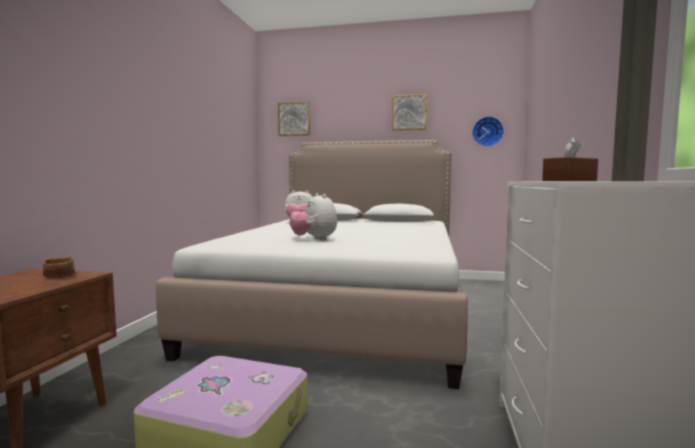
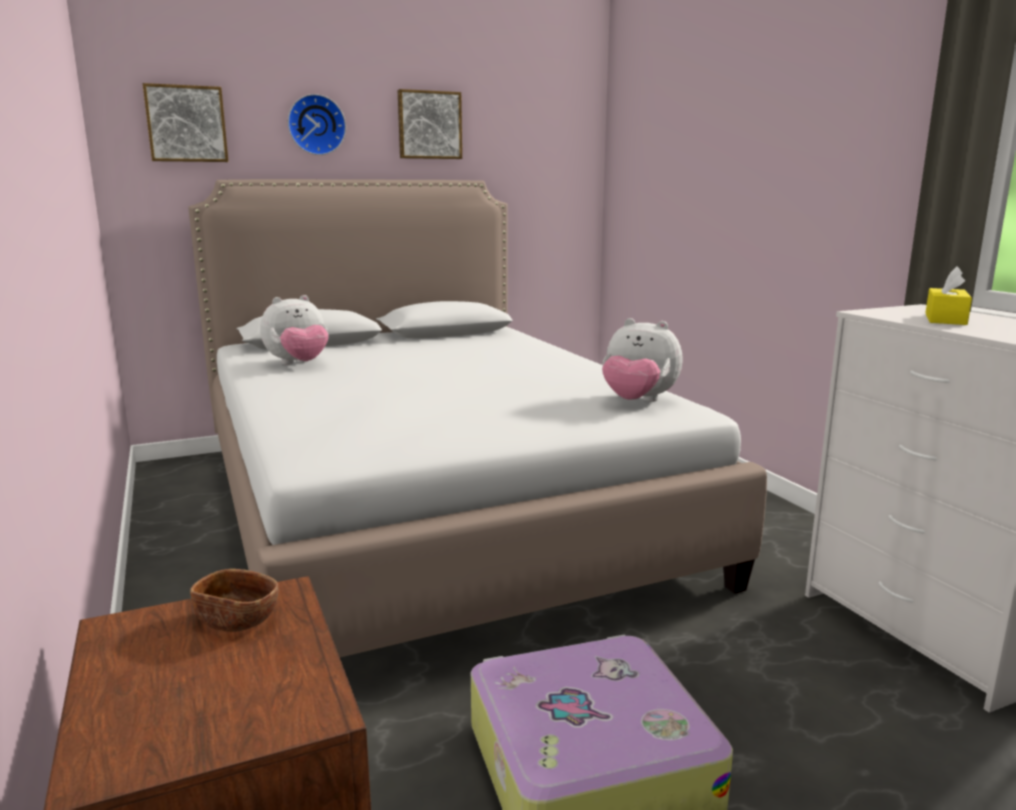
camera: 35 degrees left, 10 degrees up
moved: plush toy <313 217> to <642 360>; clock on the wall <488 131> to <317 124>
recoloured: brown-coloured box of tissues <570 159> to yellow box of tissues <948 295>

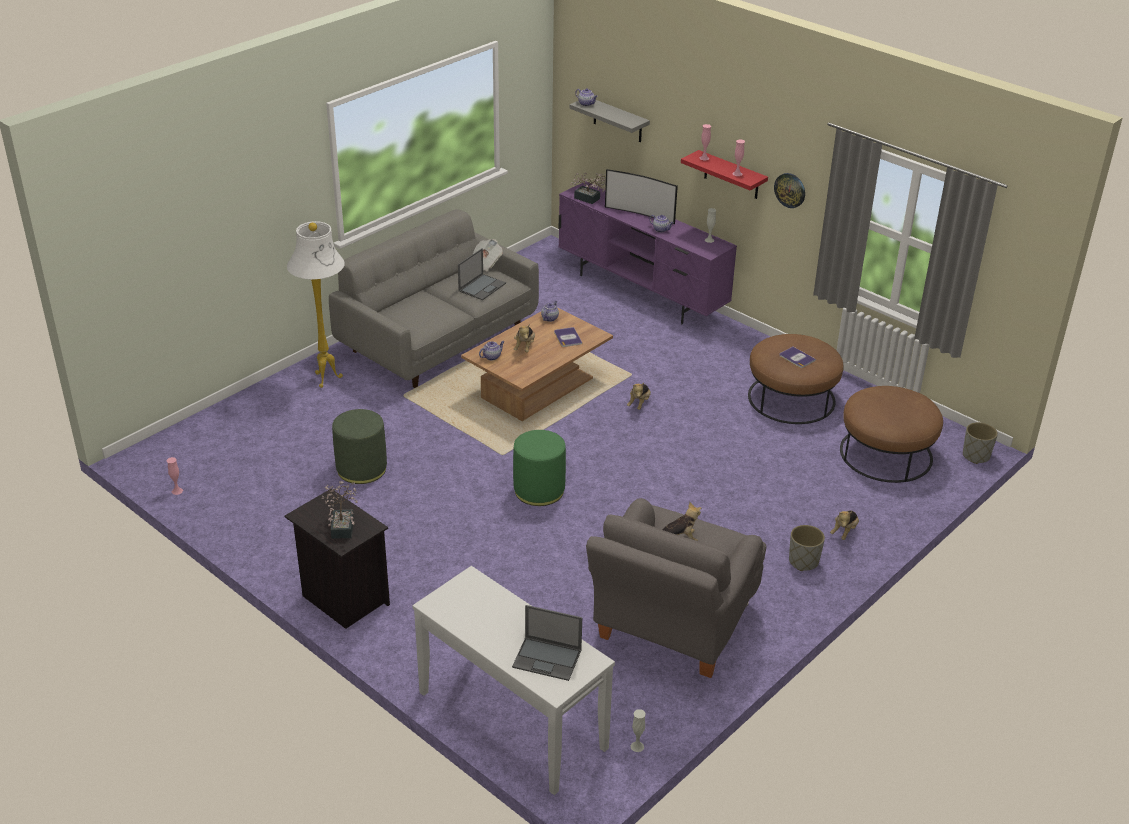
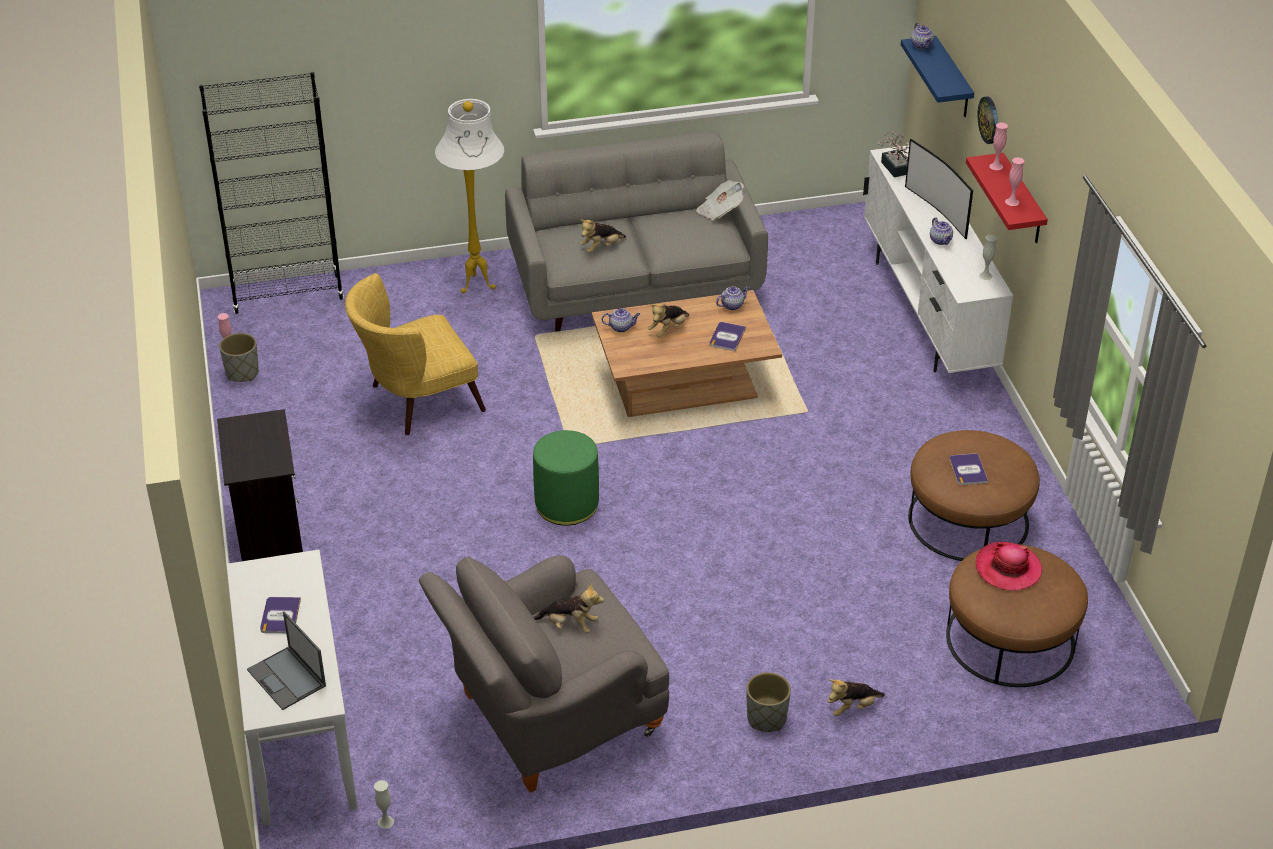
camera: 35 degrees right, 5 degrees up
removed: potted plant <340 510>; laptop <482 274>
added: black-coloured shelving unit <271 193>; bound book <280 615>; hat <1009 566>
moved: plush toy <639 396> to <603 236>; clock on the wall <789 190> to <988 120>; grey planter <980 443> to <239 357>
replaced: green-coloured footrest <359 446> to yellow easy chair <415 354>
recoloured: purple tv stand <648 252> to whitish tv stand <938 259>; grey shelf <609 121> to blue-coloured shelf <937 76>

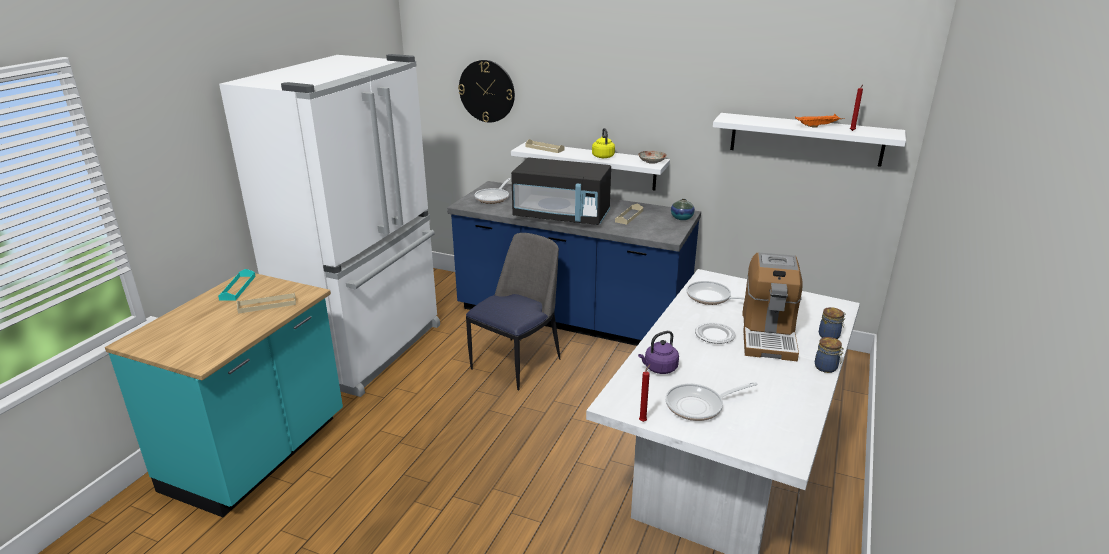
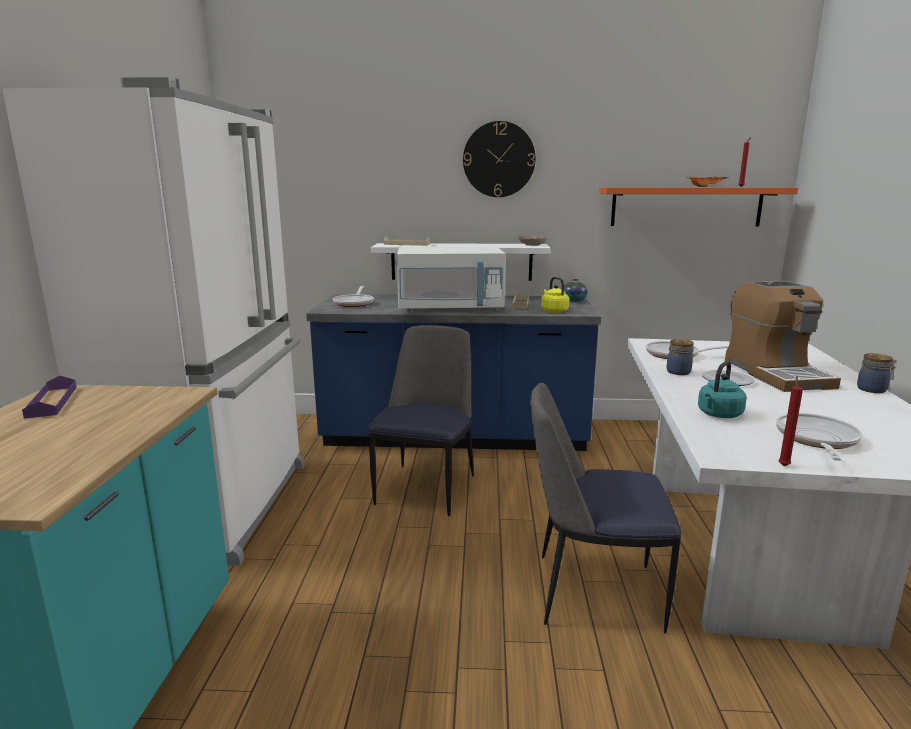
camera: 20 degrees left, 10 degrees down
removed: sand-coloured serving tray <266 303>
added: upright chair <606 508>
moved: clock on the wall <486 91> to <499 159>; yellow tea kettle <603 143> to <555 295>; preserve jar <832 323> to <680 357>
recoloured: turquoise-coloured serving tray <237 284> to purple serving tray <49 397>; black-coloured microwave oven <561 191> to whitish microwave oven <451 279>; purple tea kettle <658 352> to turquoise-coloured tea kettle <722 389>; whitish shelf <809 140> to orangey shelf <698 207>
turned: skillet <712 401> = <819 437> 150 degrees clockwise

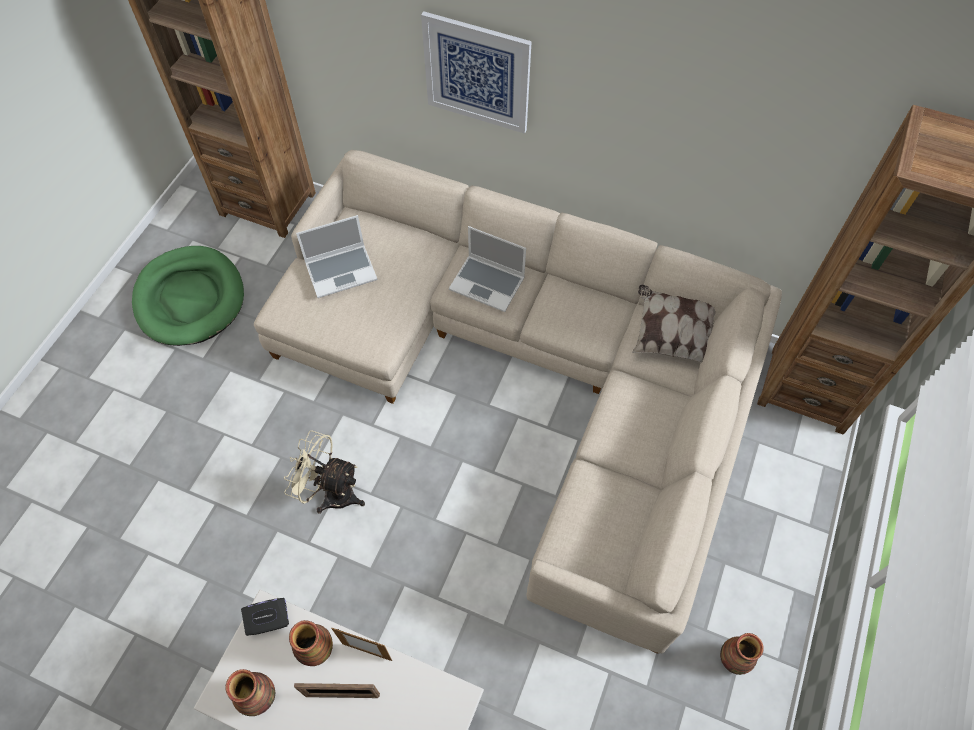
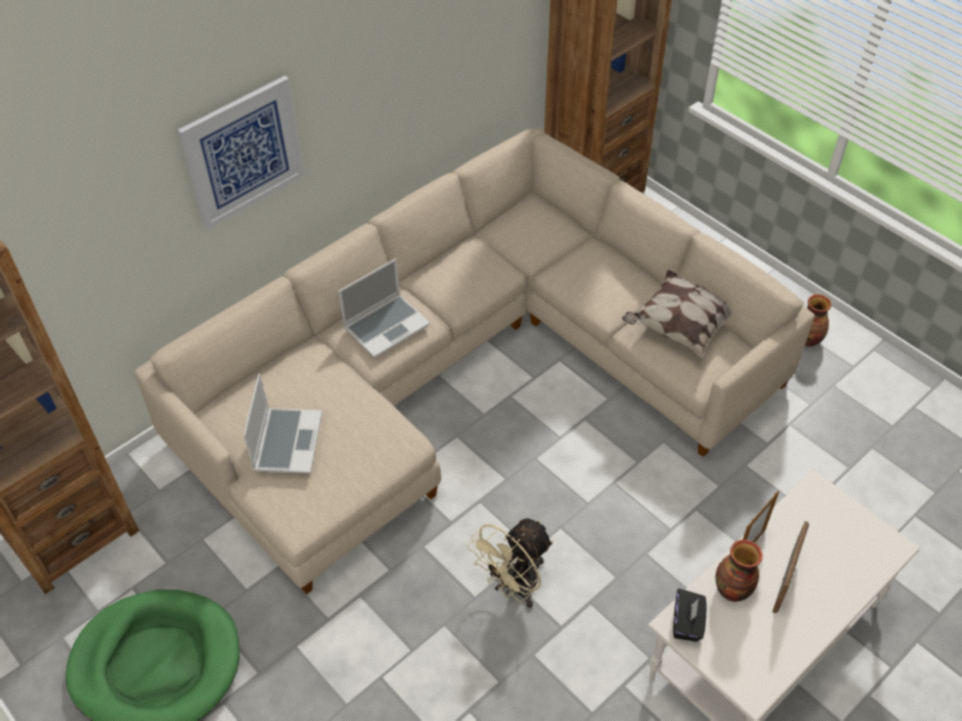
camera: 65 degrees left, 10 degrees down
removed: vase <250 692>
moved: pillow <674 323> to <676 314>

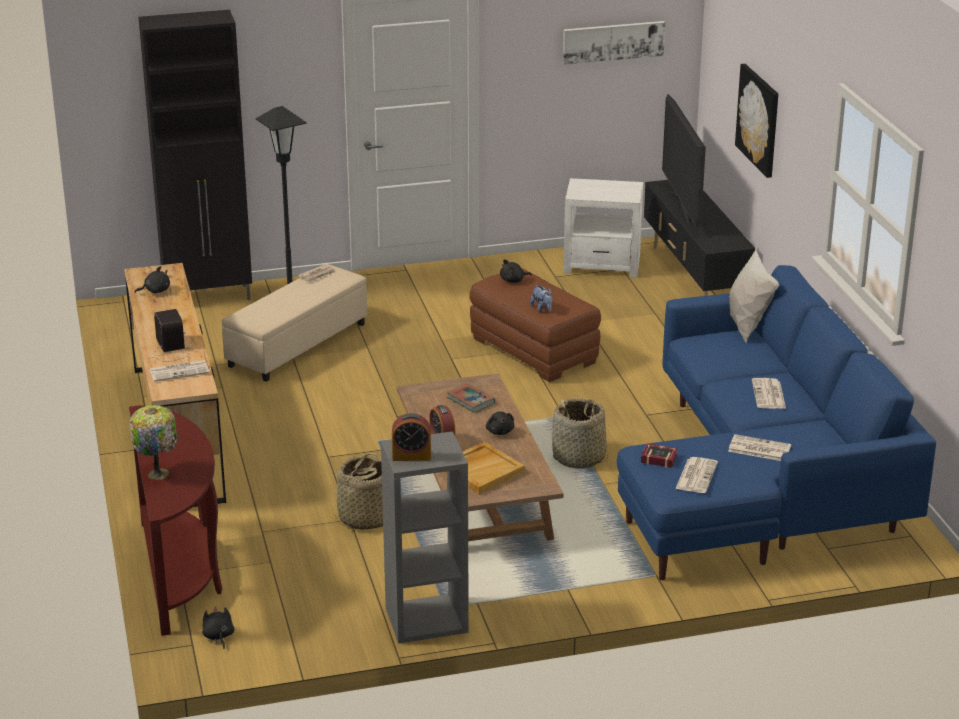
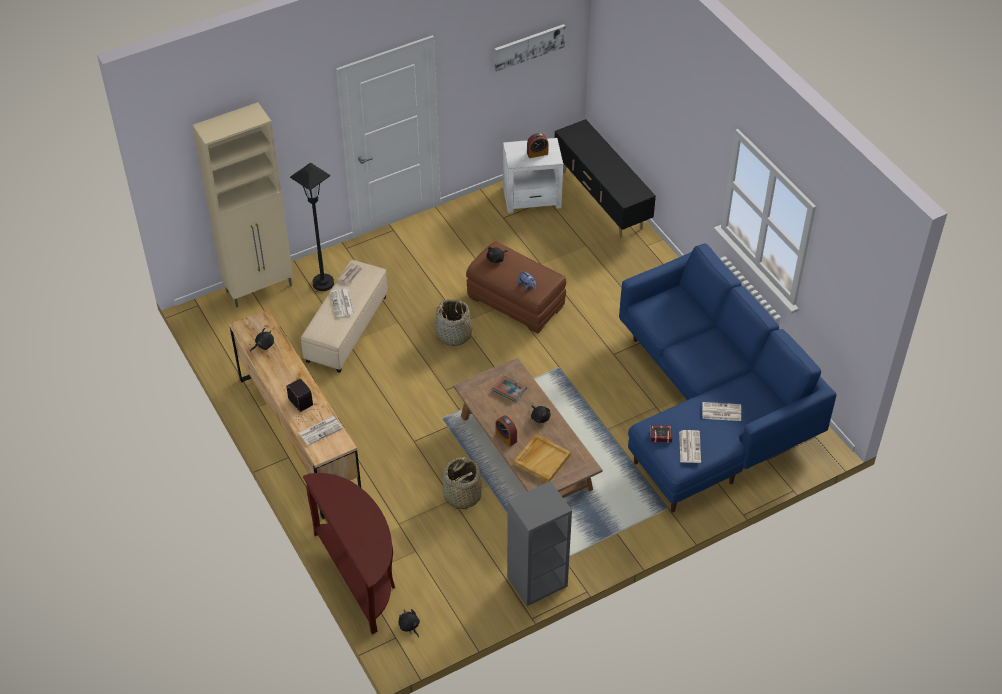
camera: 15 degrees left, 20 degrees up
removed: tabletop lamp <154 442>; TV set <684 160>; whitish pillow <754 295>; wall art <756 121>
moved: table clock <411 437> to <538 145>; household basket <580 433> to <455 322>; printed paper <769 393> to <342 303>
recoloured: black-coloured cupboard <195 155> to sand-coloured cupboard <242 204>

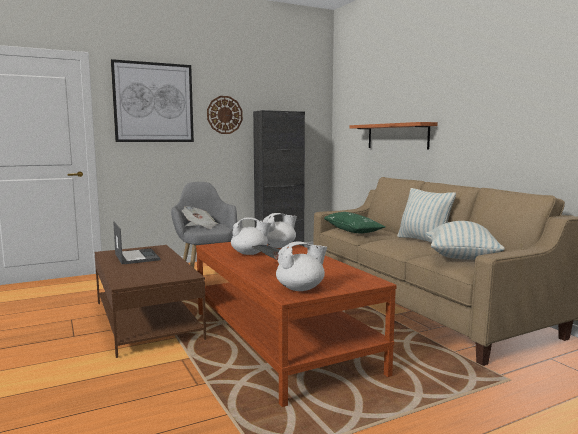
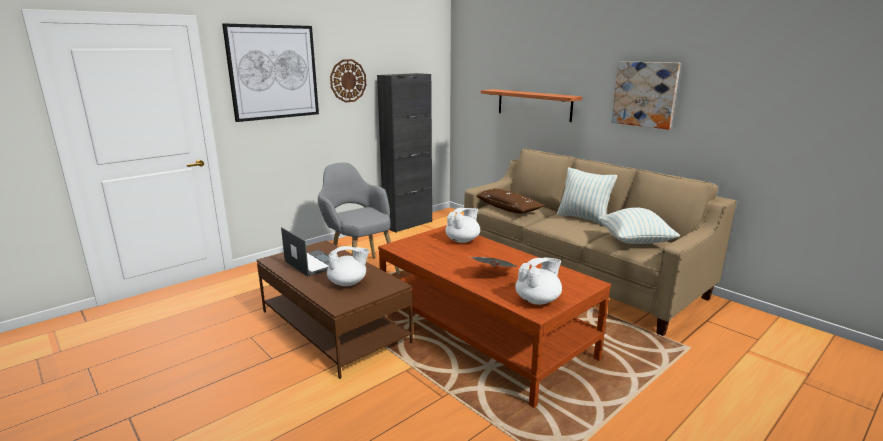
camera: 15 degrees left, 10 degrees up
removed: printed paper <199 217>
added: wall art <646 95>
moved: whitish tea pot <251 236> to <348 266>
recoloured: green-coloured pillow <354 222> to brown-coloured pillow <511 201>

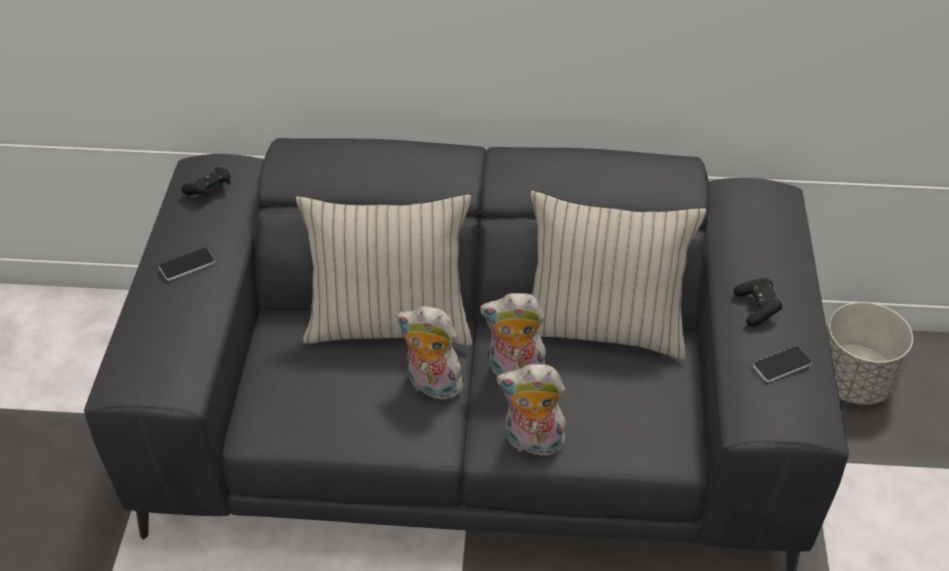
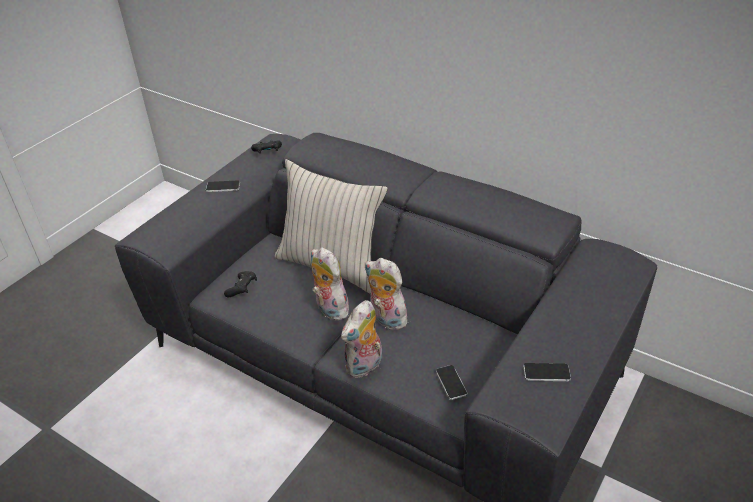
camera: 30 degrees right, 5 degrees down
removed: sand-coloured pillow <619 275>; grey planter <870 353>
added: phone <451 382>
moved: black-coloured game controller <758 302> to <240 284>
turned: plush toy <531 410> = <361 339> 90 degrees counterclockwise

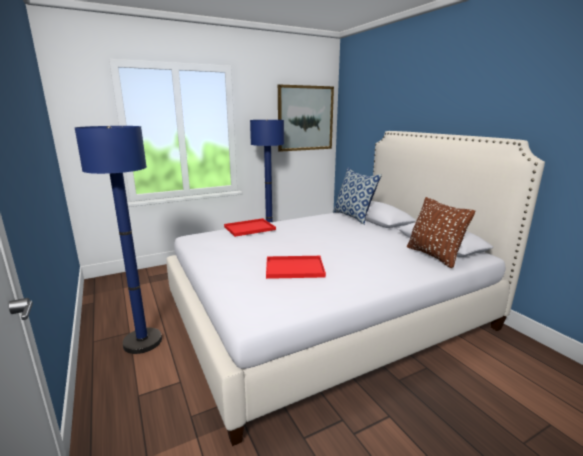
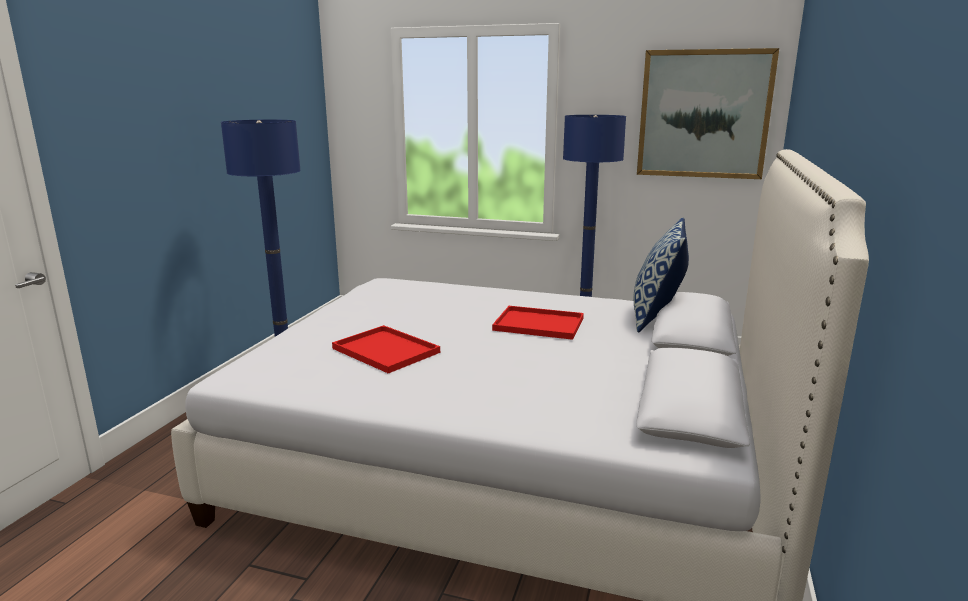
camera: 45 degrees right, 0 degrees up
removed: brown-coloured pillow <441 232>
moved: reddish serving tray <250 227> to <538 323>

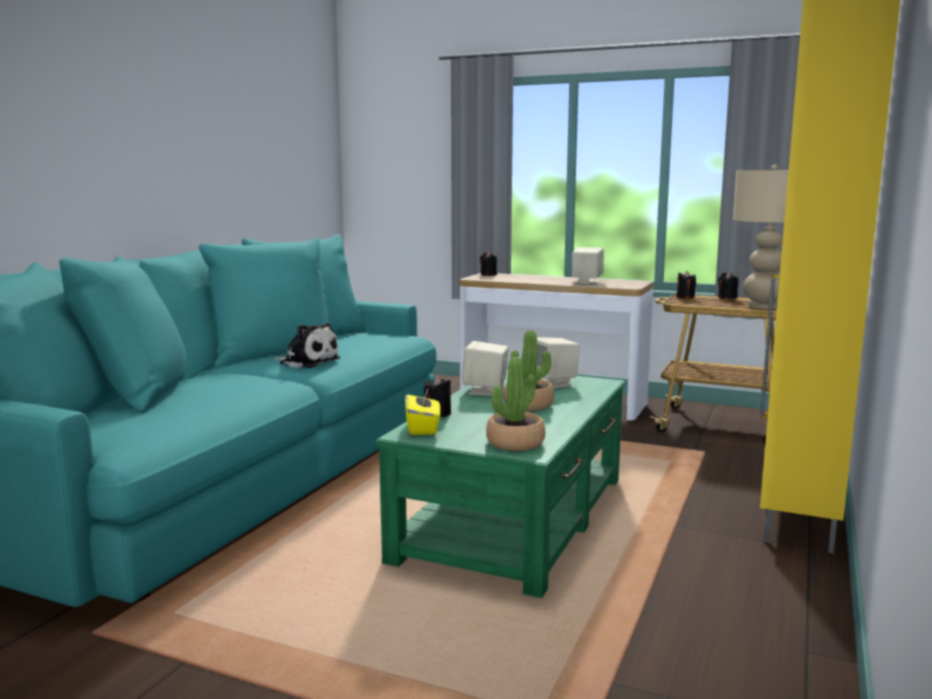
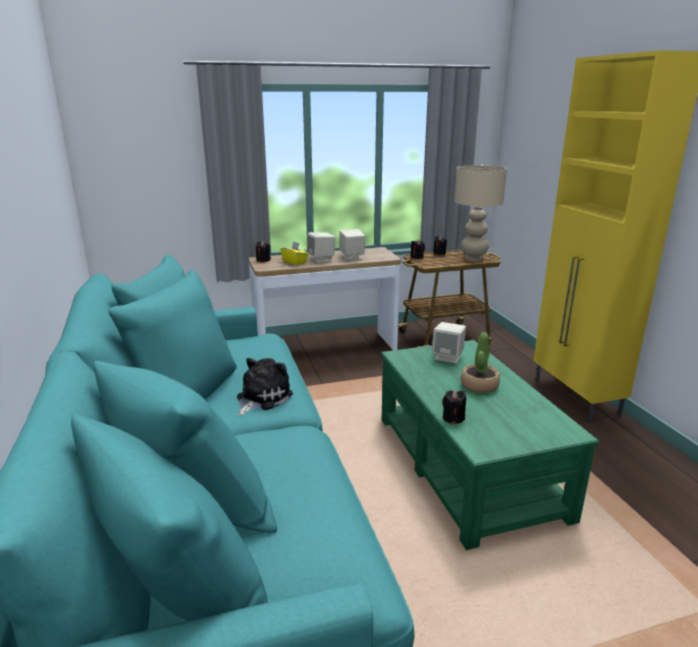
camera: 40 degrees left, 10 degrees up
removed: potted plant <515 404>
moved: yellow box of tissues <423 411> to <294 253>; sand-coloured speaker <485 368> to <321 247>
turned: plush toy <307 345> = <265 387> 45 degrees counterclockwise

